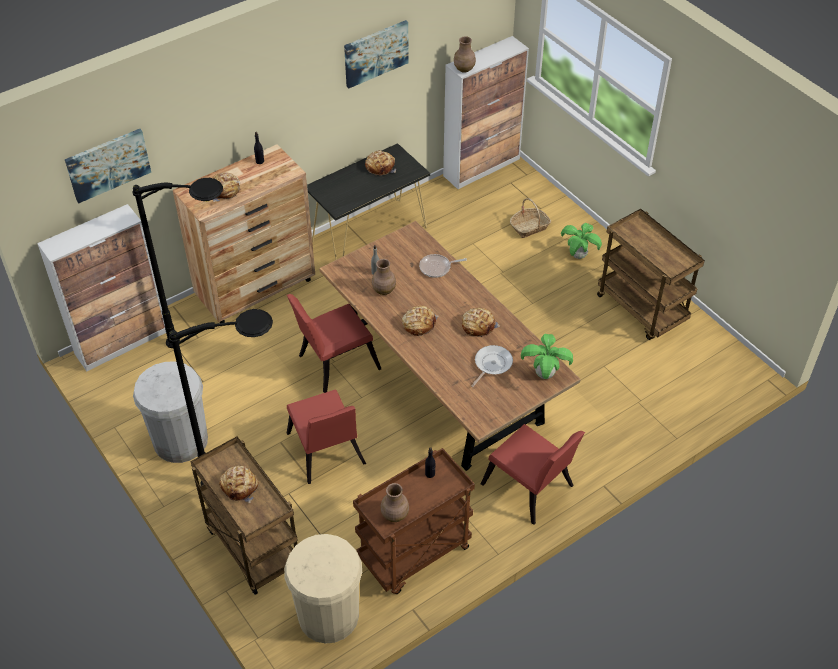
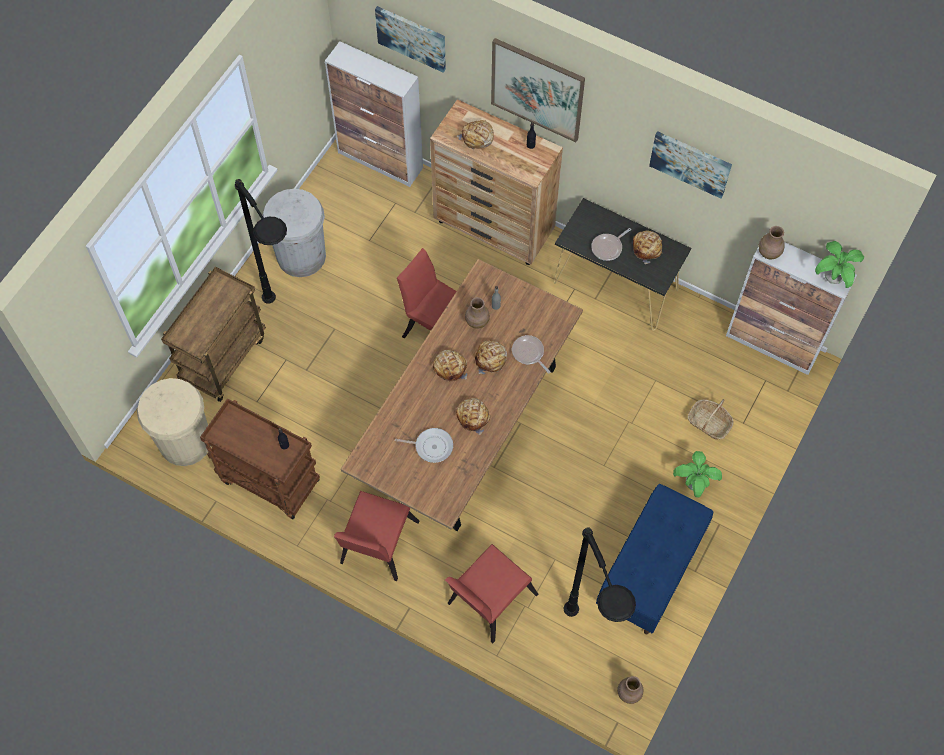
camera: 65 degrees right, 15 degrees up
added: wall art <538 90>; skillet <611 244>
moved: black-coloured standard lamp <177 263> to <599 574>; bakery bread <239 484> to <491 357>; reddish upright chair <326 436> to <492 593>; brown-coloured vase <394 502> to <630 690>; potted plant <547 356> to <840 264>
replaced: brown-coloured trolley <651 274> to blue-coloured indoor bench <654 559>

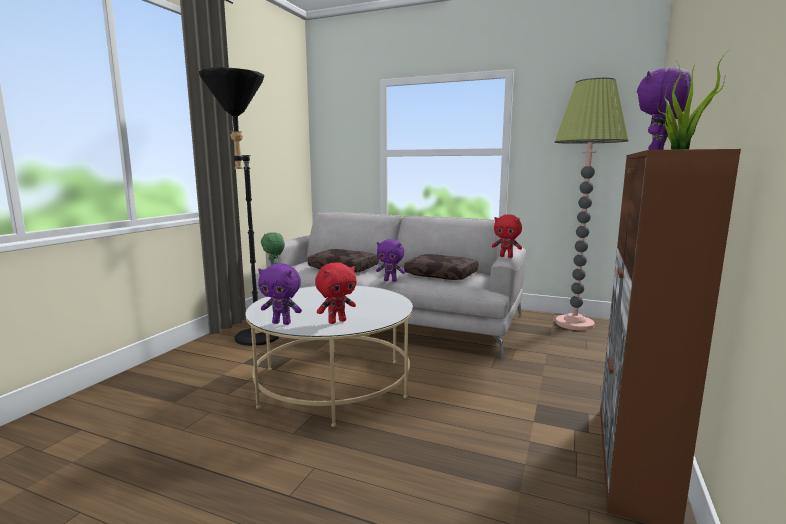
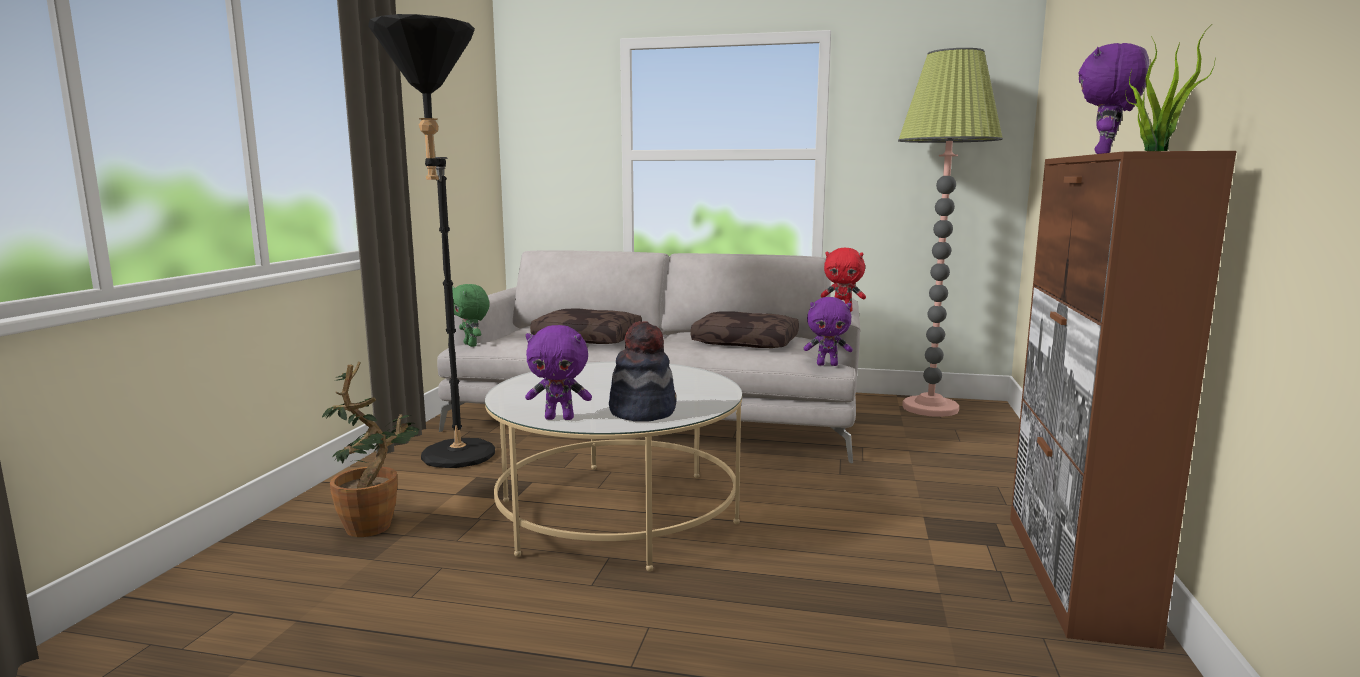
camera: 10 degrees left, 0 degrees up
added: potted plant <370 449>
moved: purple plush toy <390 260> to <828 331>
replaced: reddish plush toy <336 293> to hat <643 371>

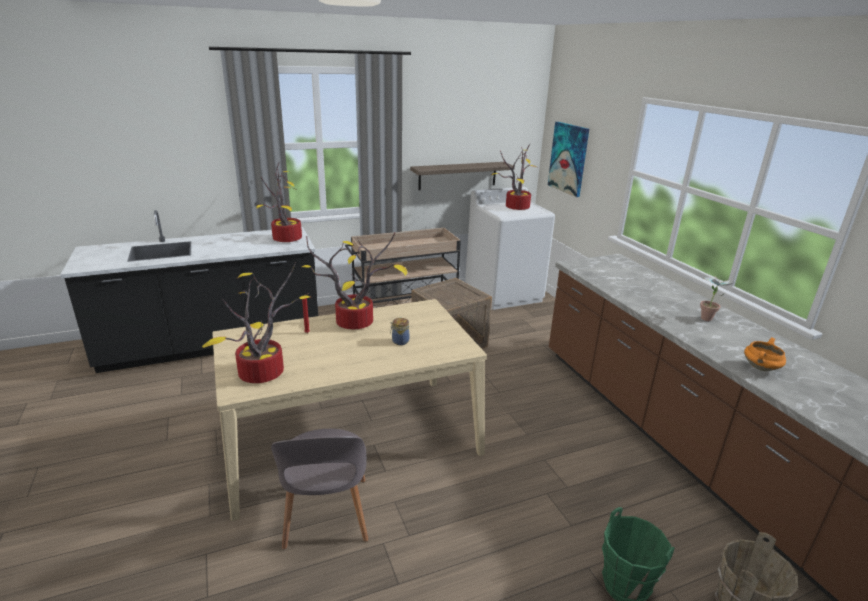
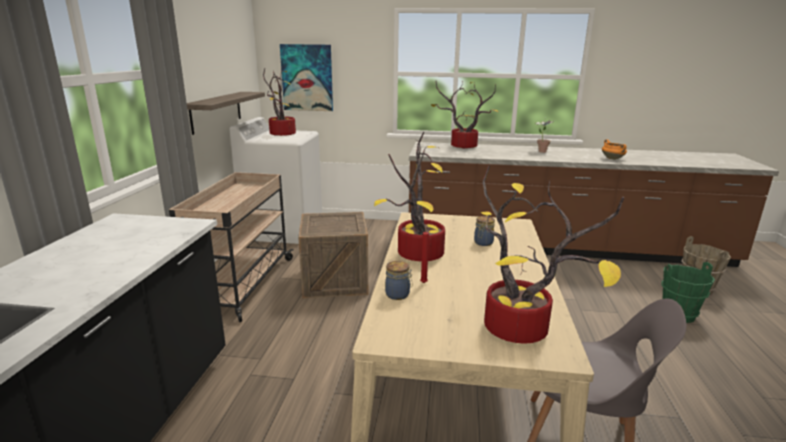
camera: 60 degrees left, 5 degrees down
added: preserve jar <399 280>
moved: potted plant <279 202> to <464 115>

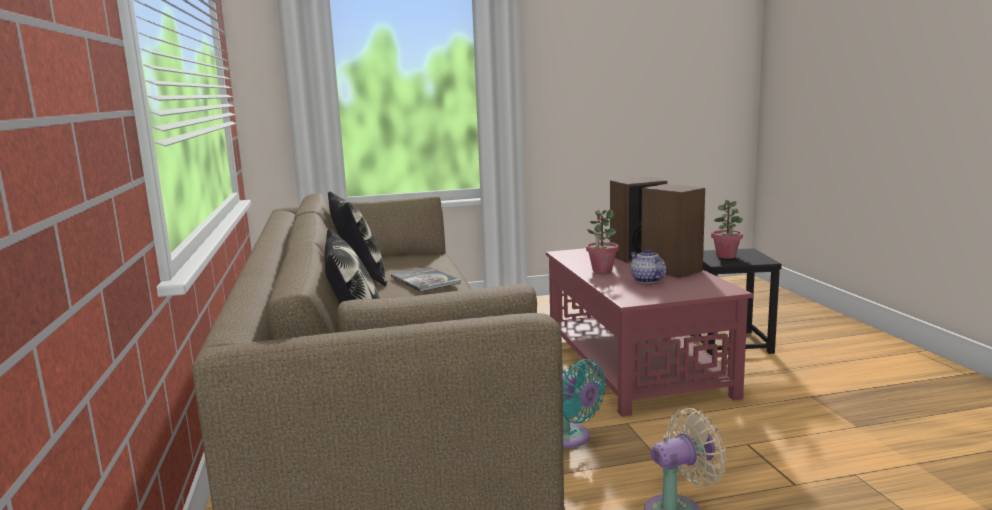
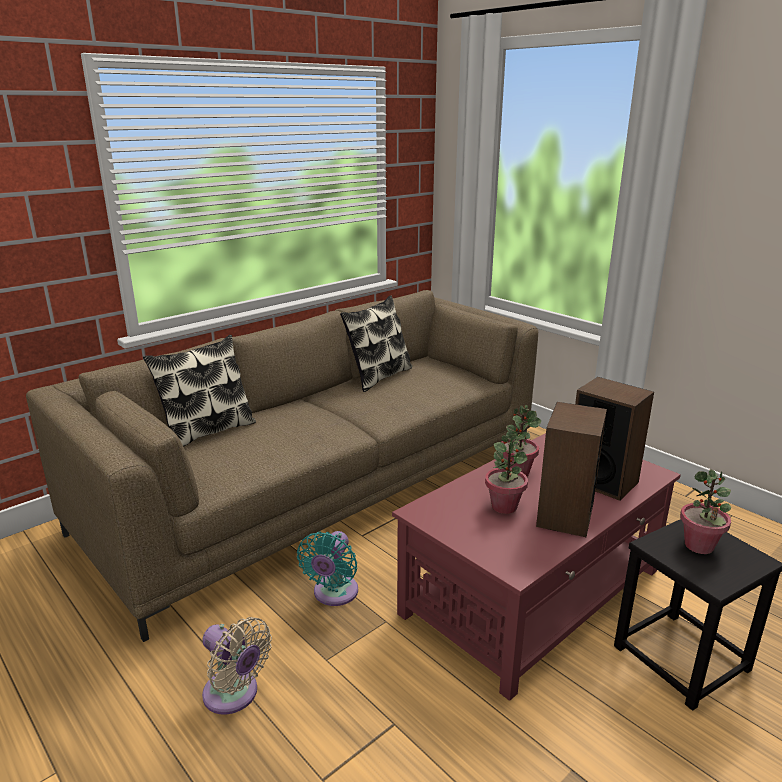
camera: 60 degrees right, 10 degrees up
removed: bound book <426 279>
replaced: tea pot <648 266> to potted plant <506 474>

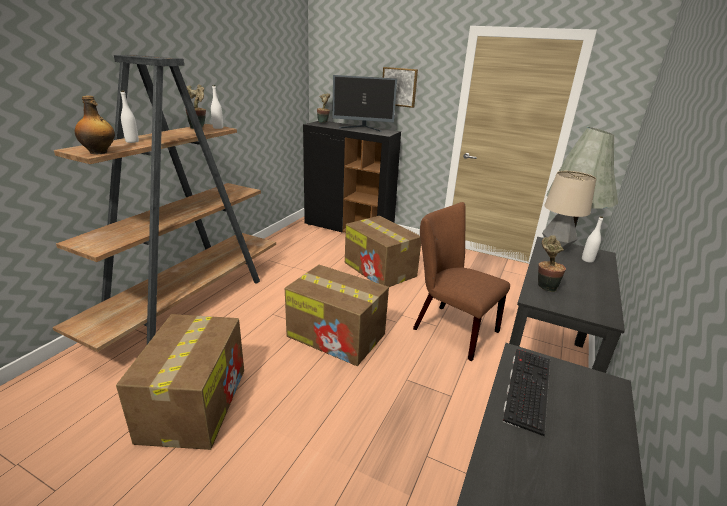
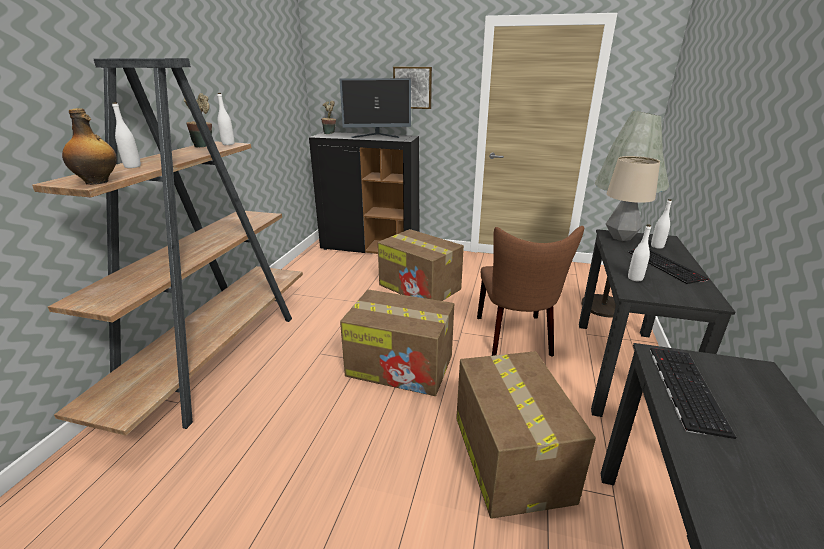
camera: 10 degrees left, 0 degrees up
added: keyboard <668 266>
moved: carton <180 382> to <526 435>
replaced: potted plant <552 263> to whitish beverage bottle <639 252>
turned: brown-coloured upright chair <461 281> = <530 291> 120 degrees counterclockwise

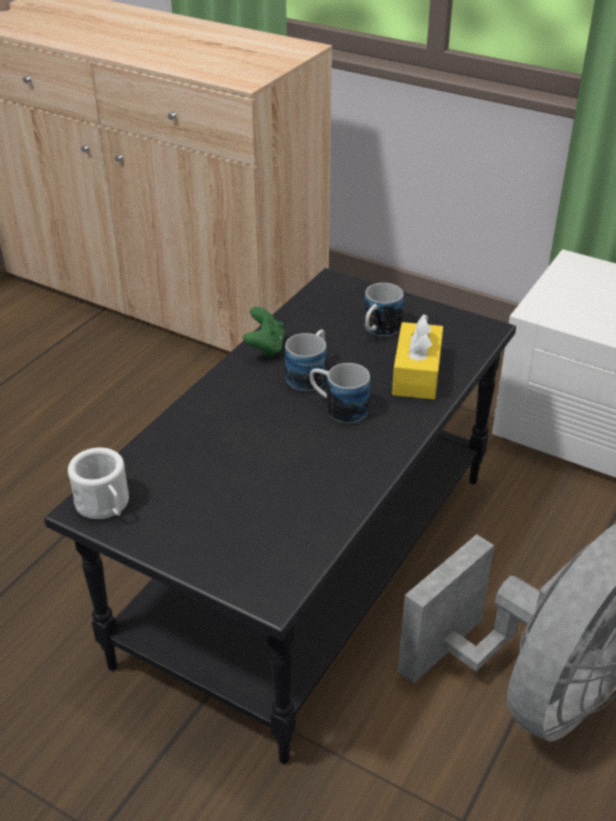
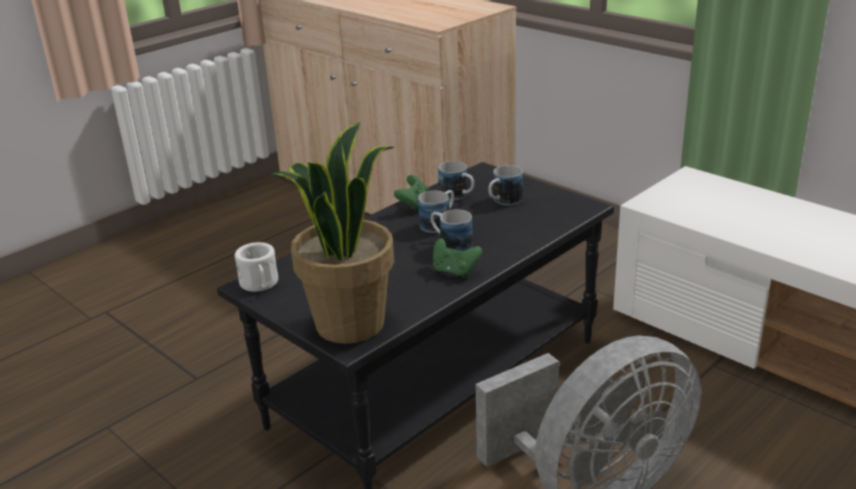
camera: 15 degrees right, 10 degrees down
removed: yellow box of tissues <417 357>
added: potted plant <332 233>; green-coloured game controller <457 258>; mug <456 180>

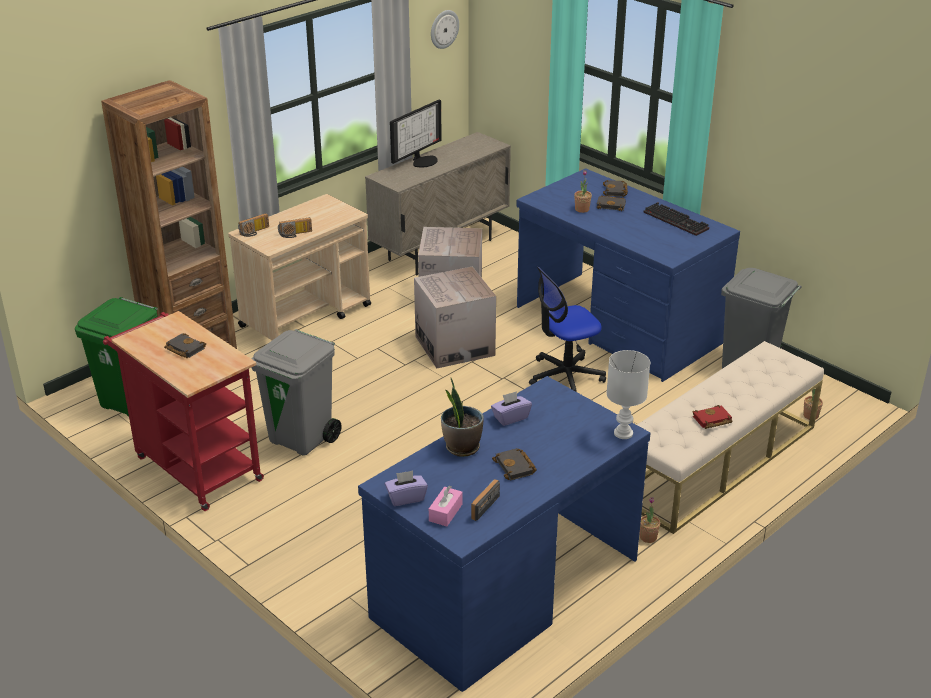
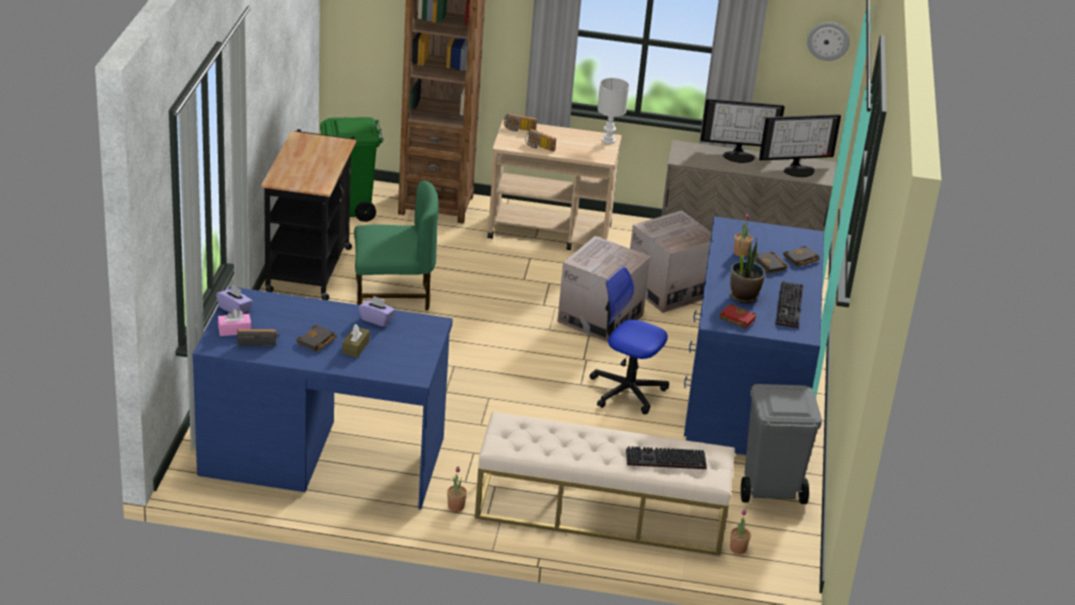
camera: 50 degrees right, 0 degrees up
removed: black-coloured bound book <185 345>
added: brown-coloured box of tissues <356 340>; keyboard <666 457>; computer display <800 145>
moved: potted plant <462 417> to <747 270>; whitish tabletop lamp <628 394> to <613 111>; reddish bound book <713 417> to <738 316>
replaced: grey rubbish bin <297 392> to green-coloured upright chair <396 246>
recoloured: reddish trolley <183 411> to black-coloured trolley <309 214>

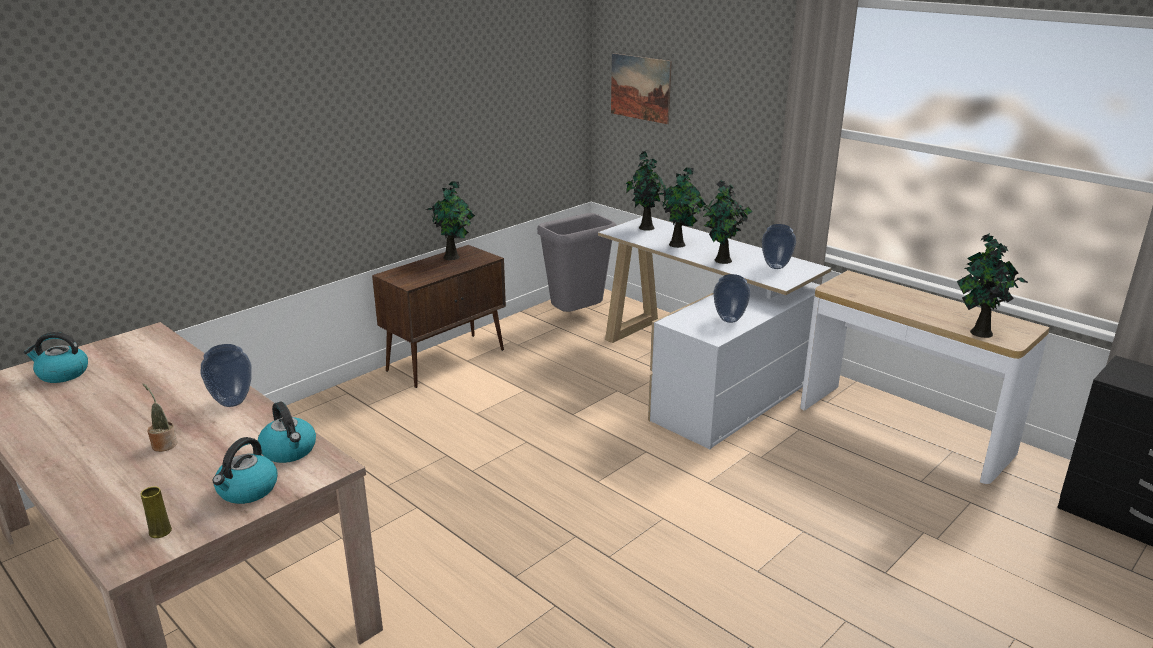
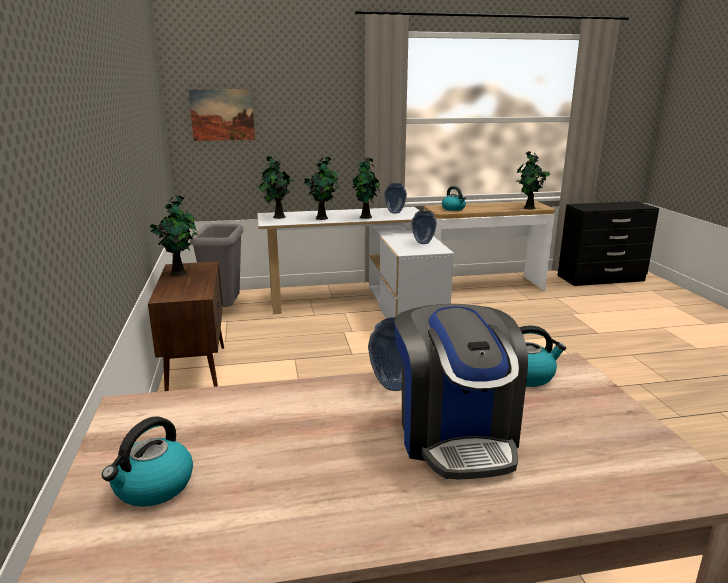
camera: 55 degrees left, 5 degrees down
removed: yellow vase <156 512>
moved: tea kettle <244 470> to <454 198>
replaced: potted plant <160 418> to coffee maker <461 391>

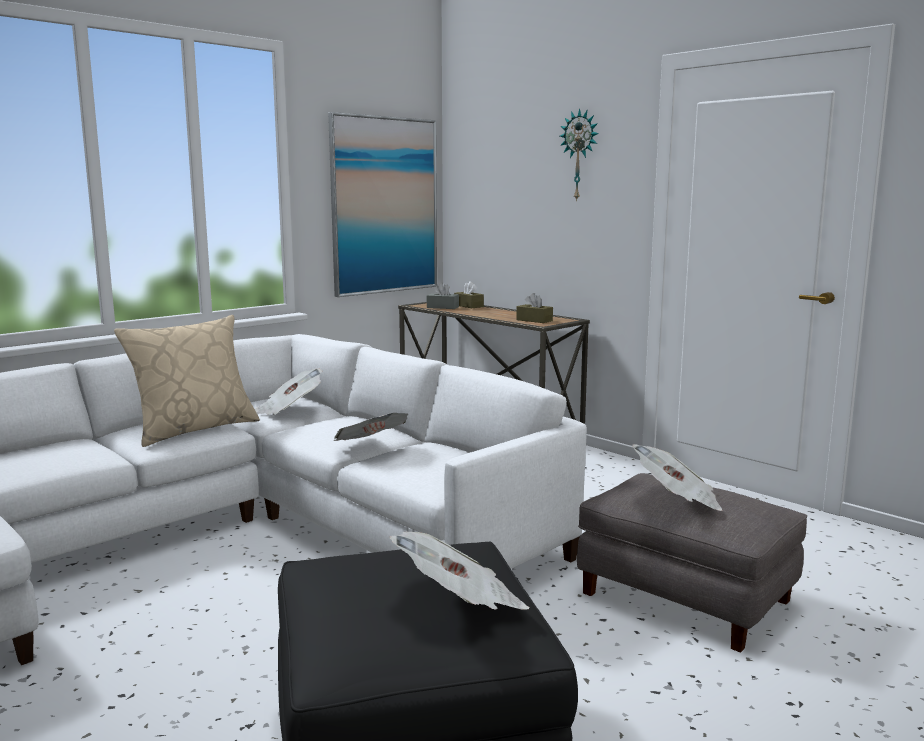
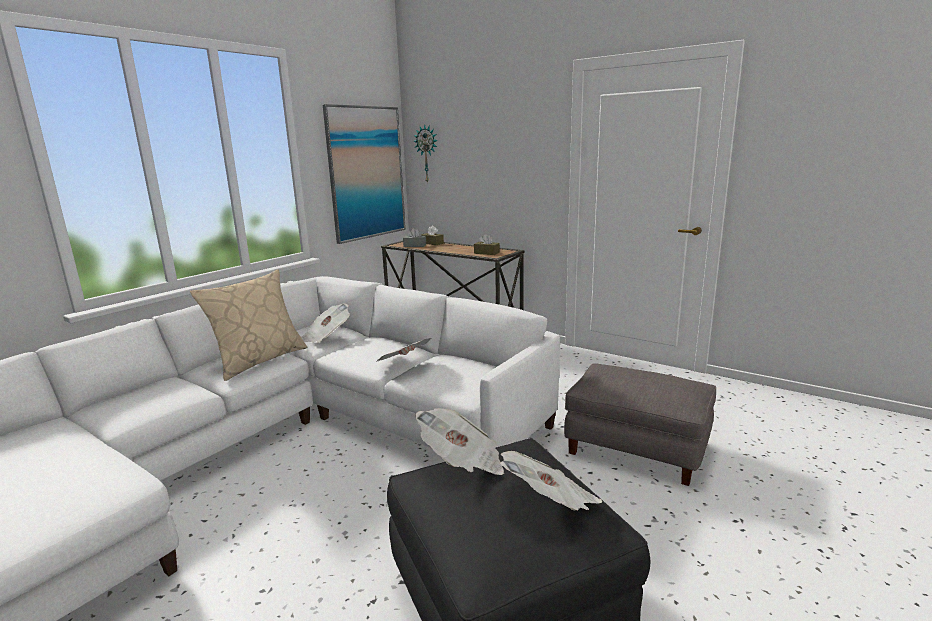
camera: 10 degrees left, 5 degrees up
moved: clock on the wall <579 155> to <425 154>; printed paper <677 477> to <459 441>

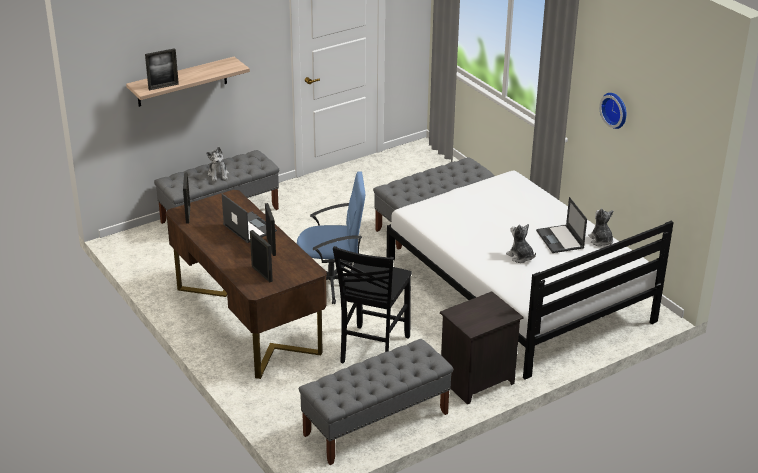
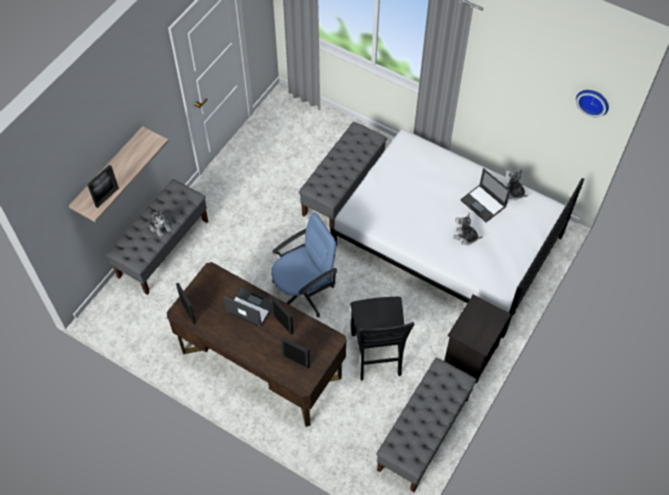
camera: 25 degrees left, 25 degrees up
moved: clock on the wall <612 111> to <592 103>

